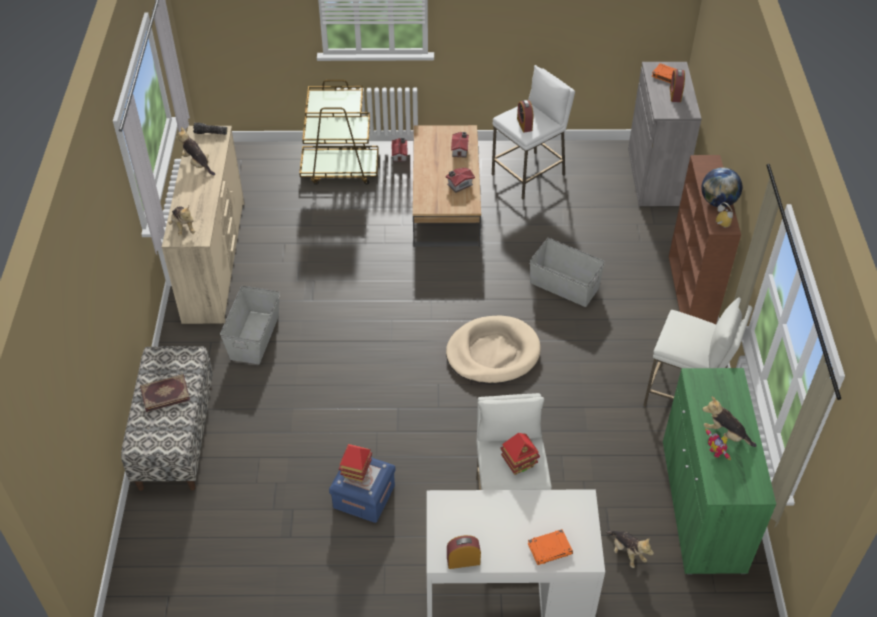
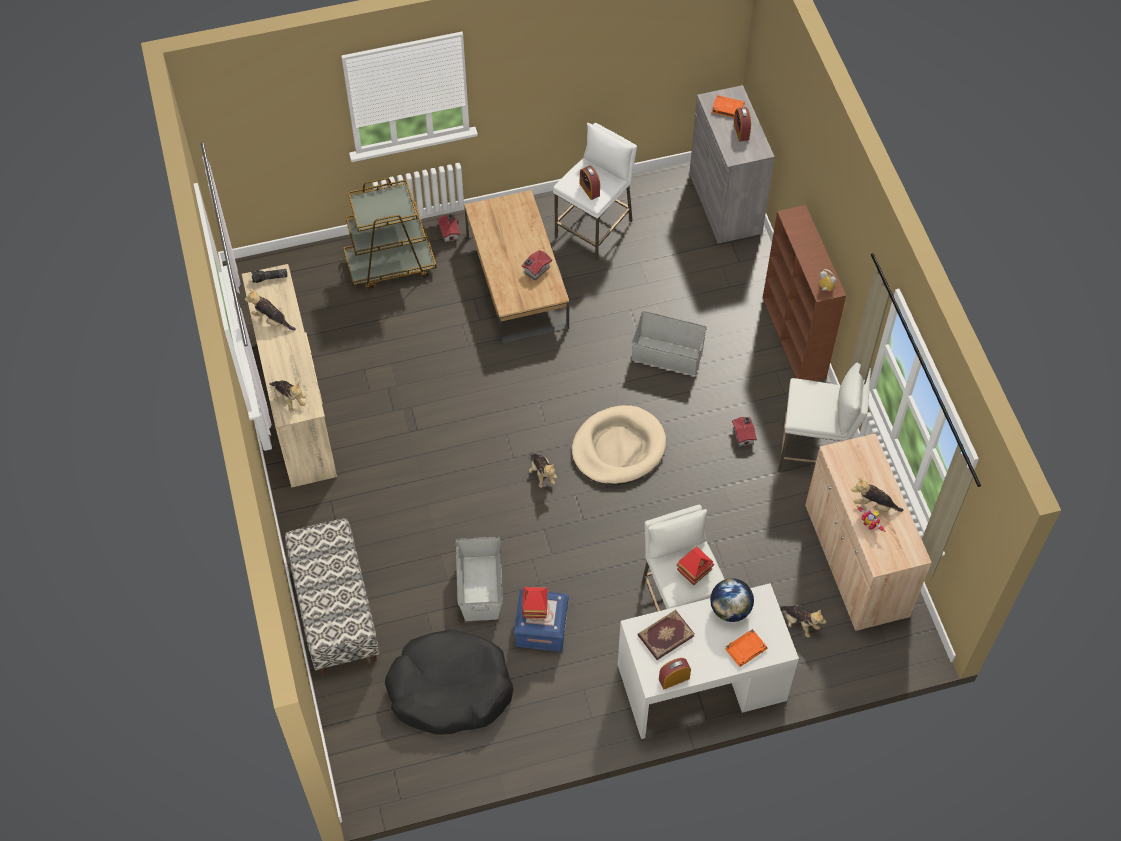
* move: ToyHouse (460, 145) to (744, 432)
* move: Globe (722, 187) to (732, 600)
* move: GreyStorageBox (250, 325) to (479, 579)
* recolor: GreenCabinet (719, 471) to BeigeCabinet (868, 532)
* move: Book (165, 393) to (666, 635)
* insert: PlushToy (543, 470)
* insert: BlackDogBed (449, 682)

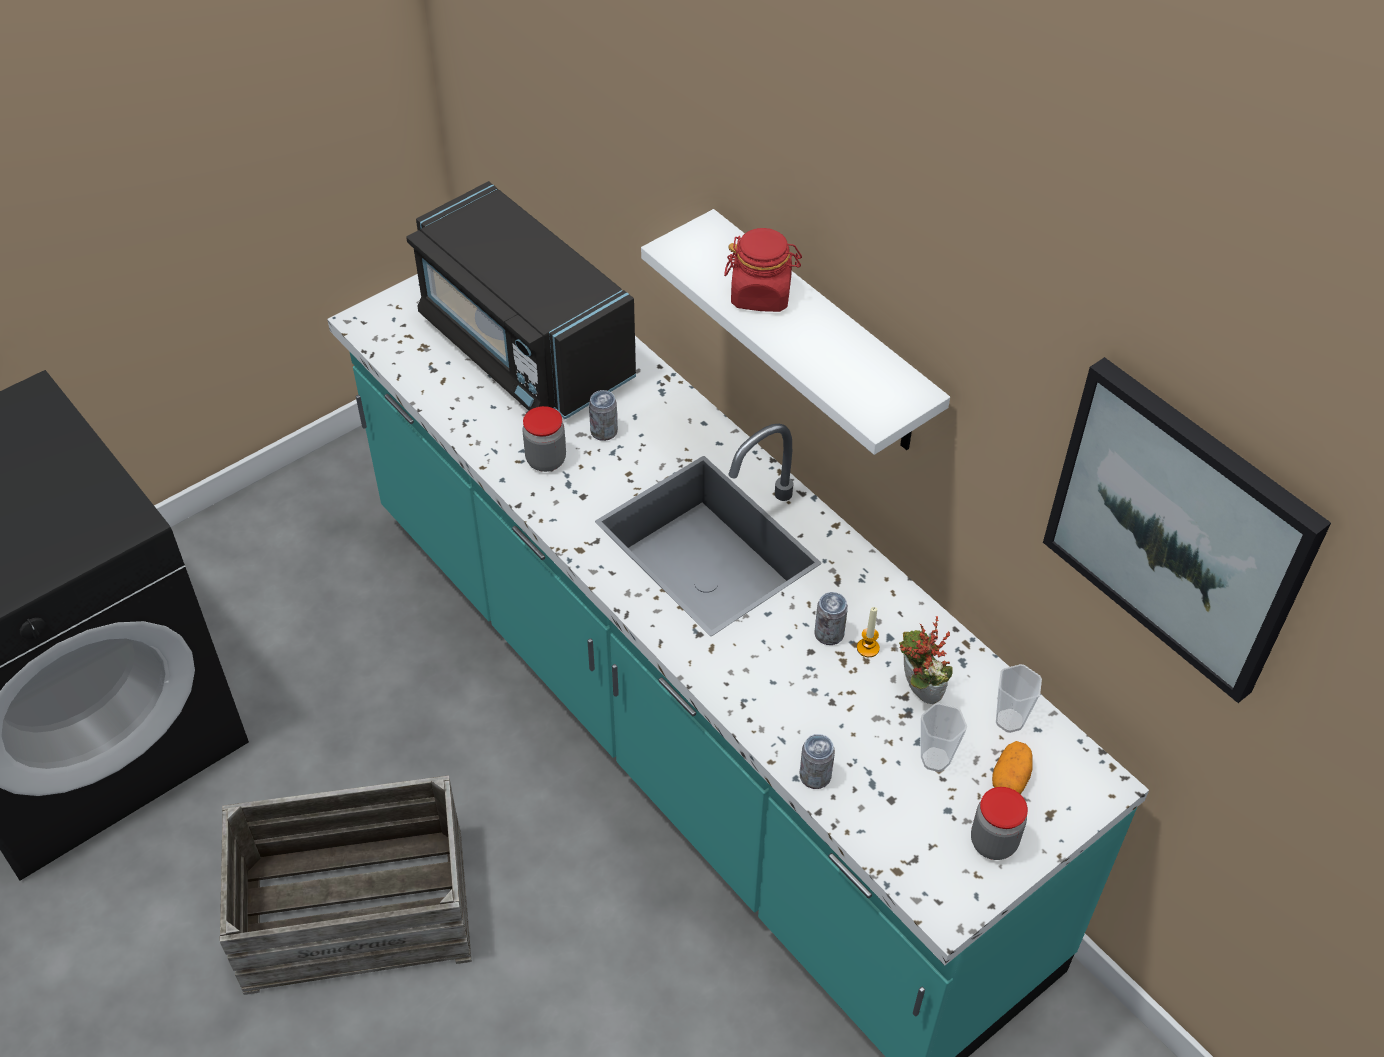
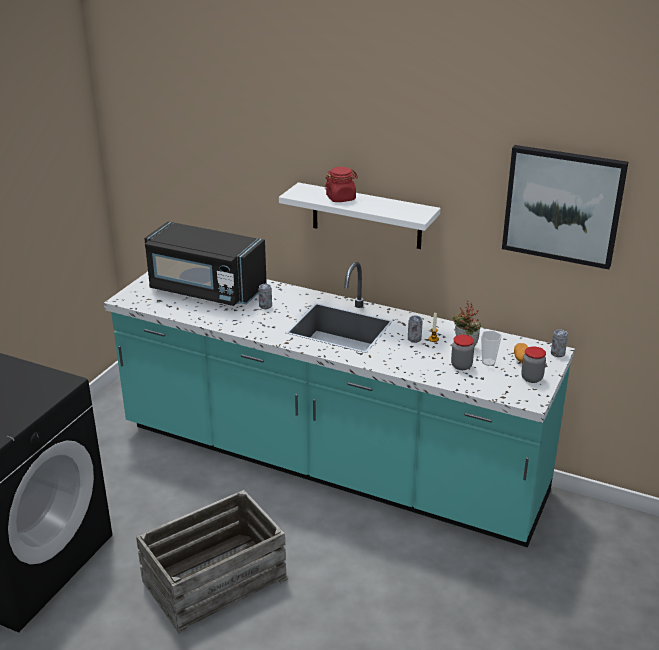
* move: Jar (544, 439) to (462, 352)
* delete: Cup (1019, 698)
* move: Can (817, 761) to (559, 343)

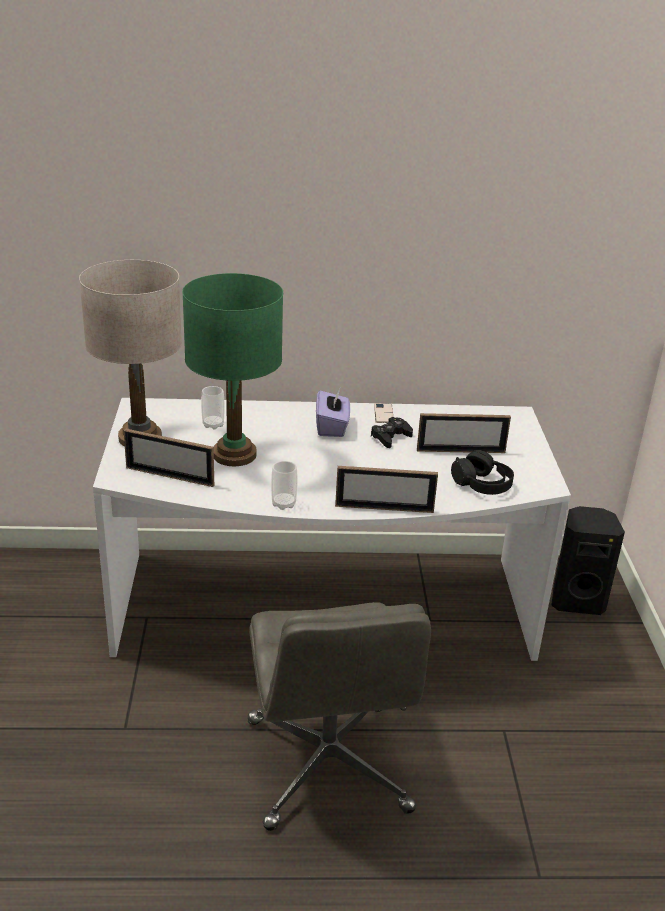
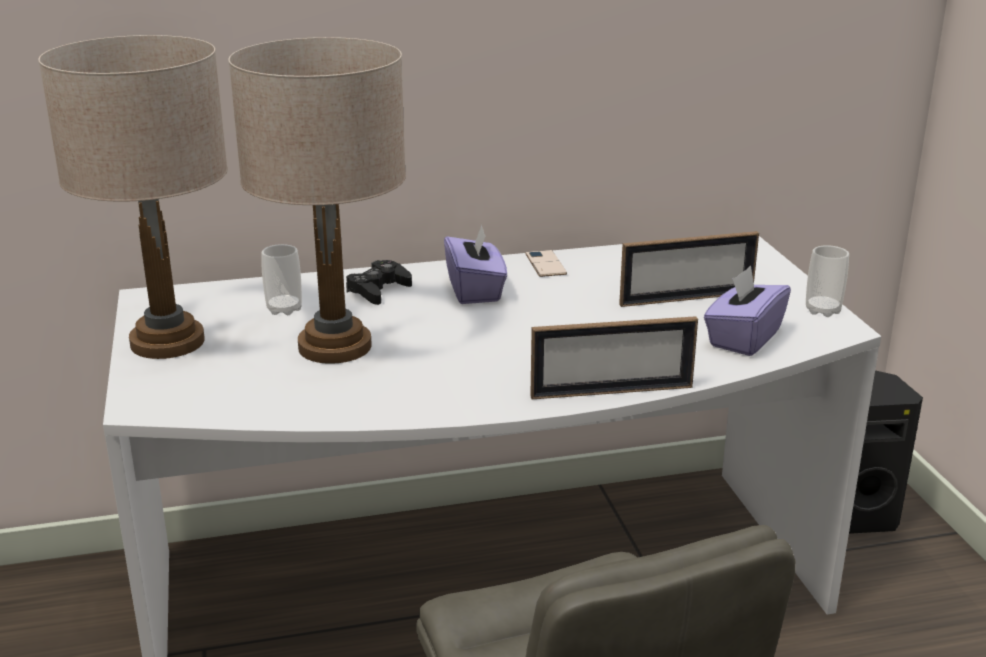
* recolor: GreenTableLamp (232, 369) to BeigeTableLamp (317, 200)
* move: BlackGameController (392, 432) to (379, 282)
* delete: PictureFrame (168, 457)
* replace: BlackHeadphones (482, 472) to PurpleTissueBox (747, 311)
* move: Cup (284, 485) to (827, 281)

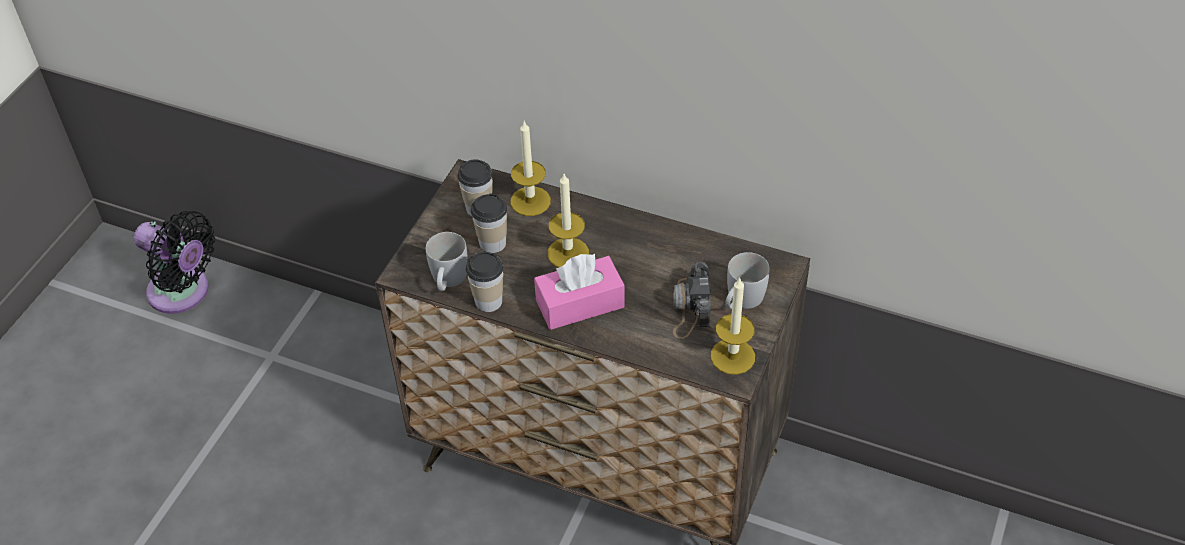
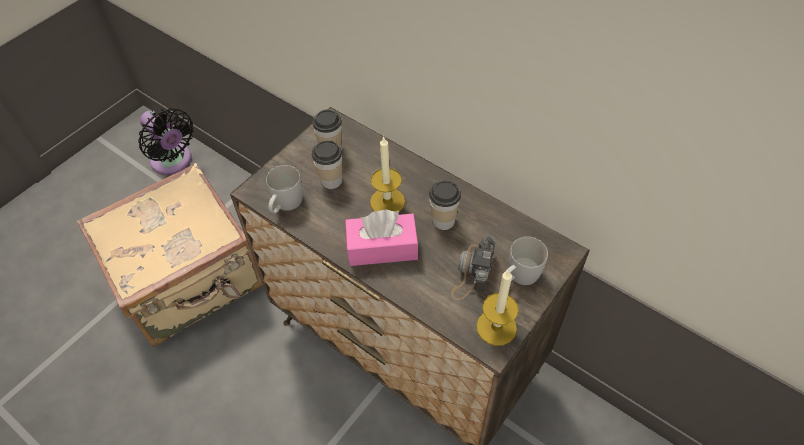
* delete: Candle (530, 168)
* move: Cup (484, 282) to (445, 205)
* insert: BeigeSuitcase (169, 255)

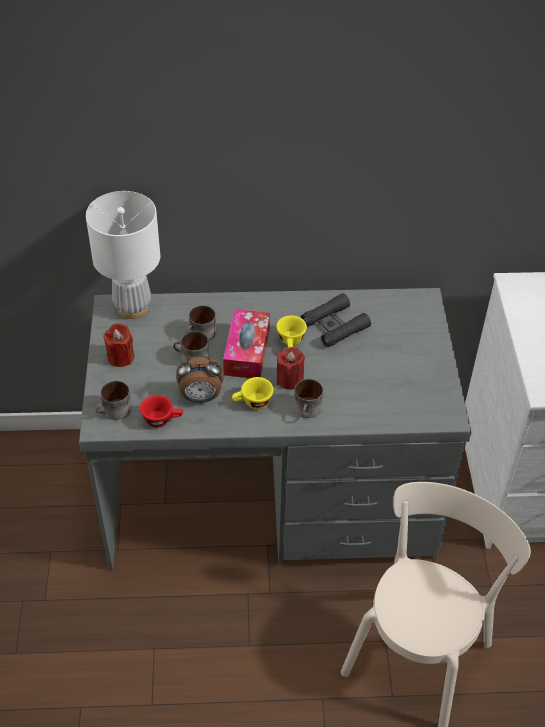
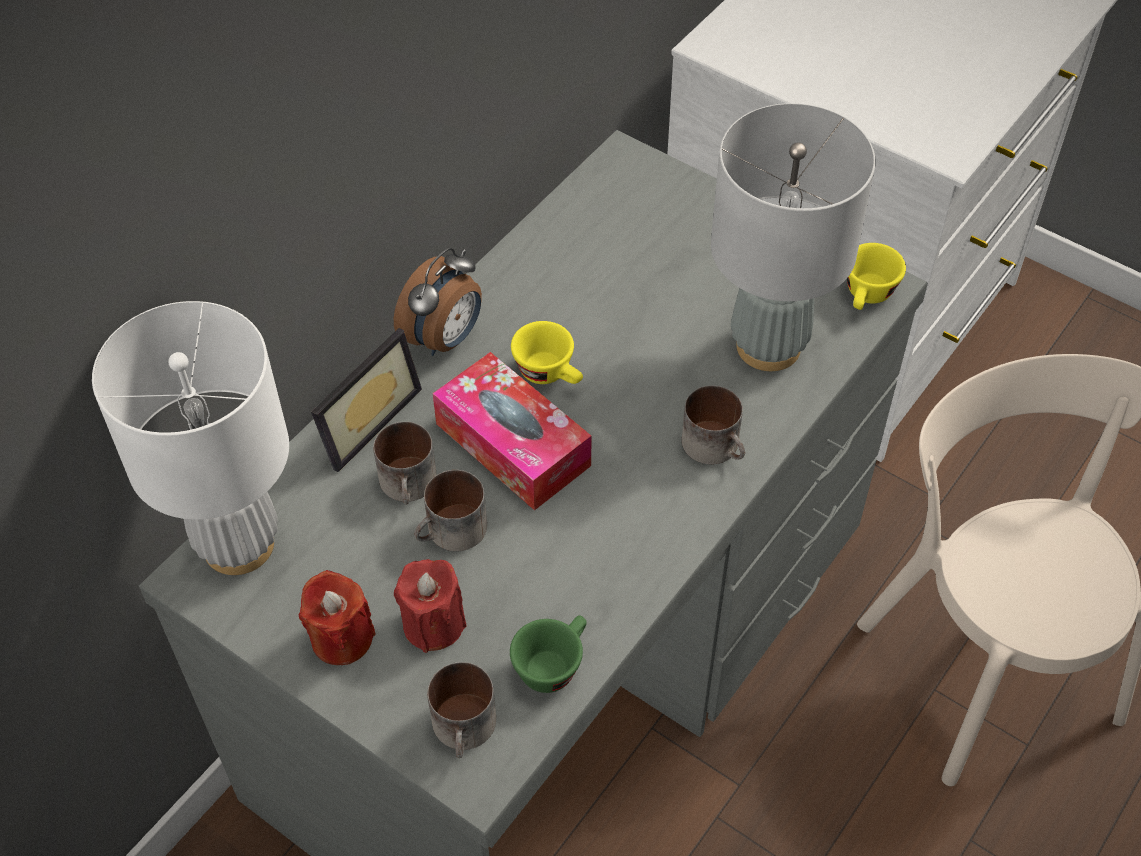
* delete: BlackBinoculars (336, 320)
* move: RedCandle (291, 368) to (430, 606)
* move: AlarmClock (200, 379) to (438, 302)
* move: YellowCup (252, 393) to (876, 276)
* recolor: RedCup (161, 411) to GreenCup (548, 654)
* insert: GreyTableLamp (793, 237)
* insert: PictureFrame (366, 400)

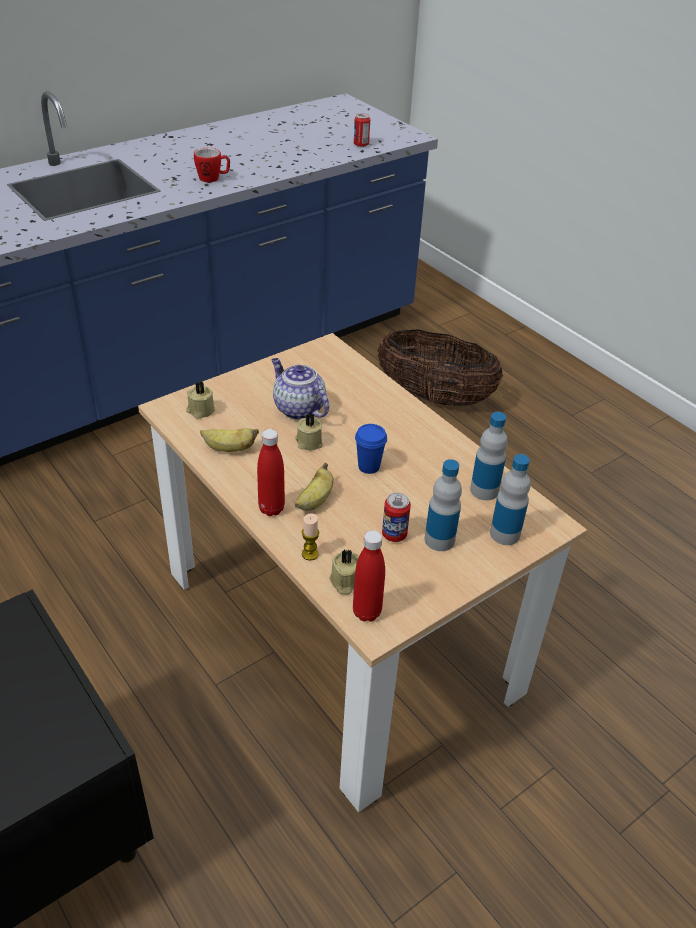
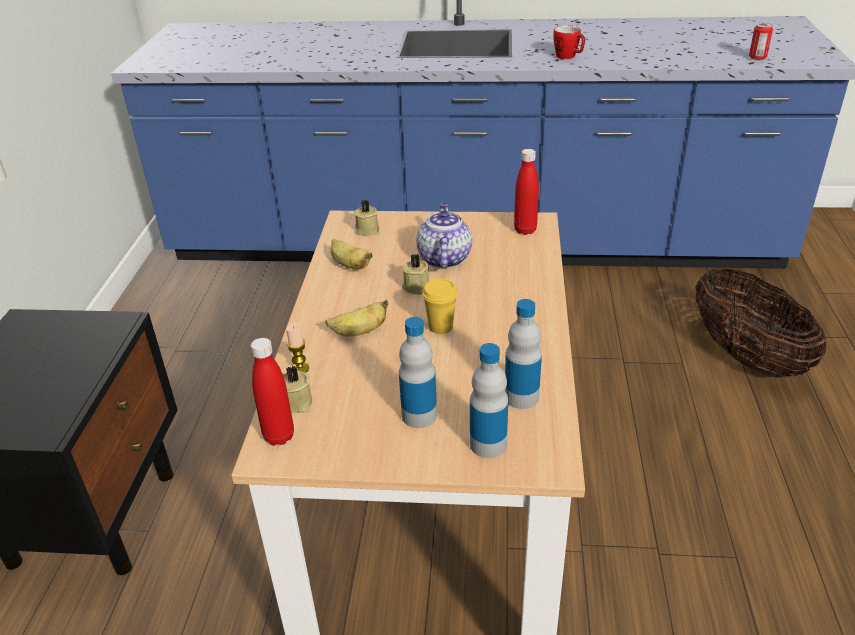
* recolor: BlueCup (371, 449) to YellowCup (440, 306)
* move: RedBottle (271, 472) to (526, 192)
* delete: Can (396, 517)

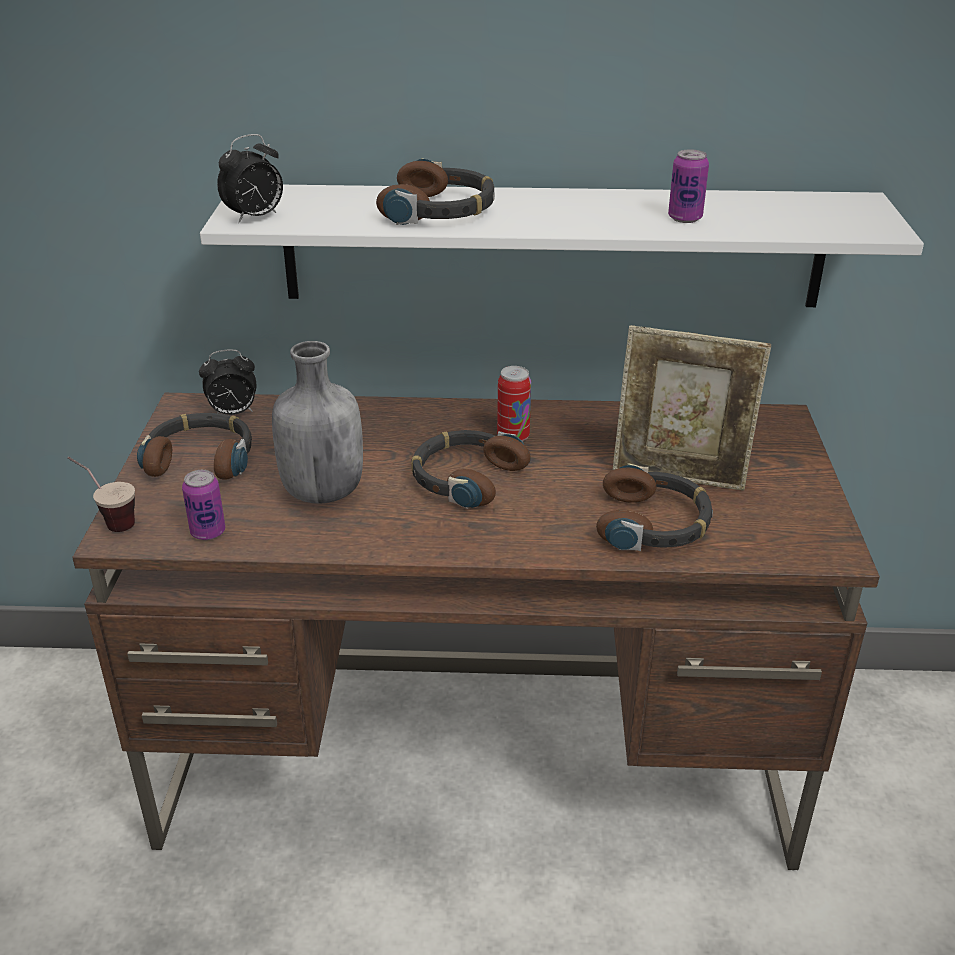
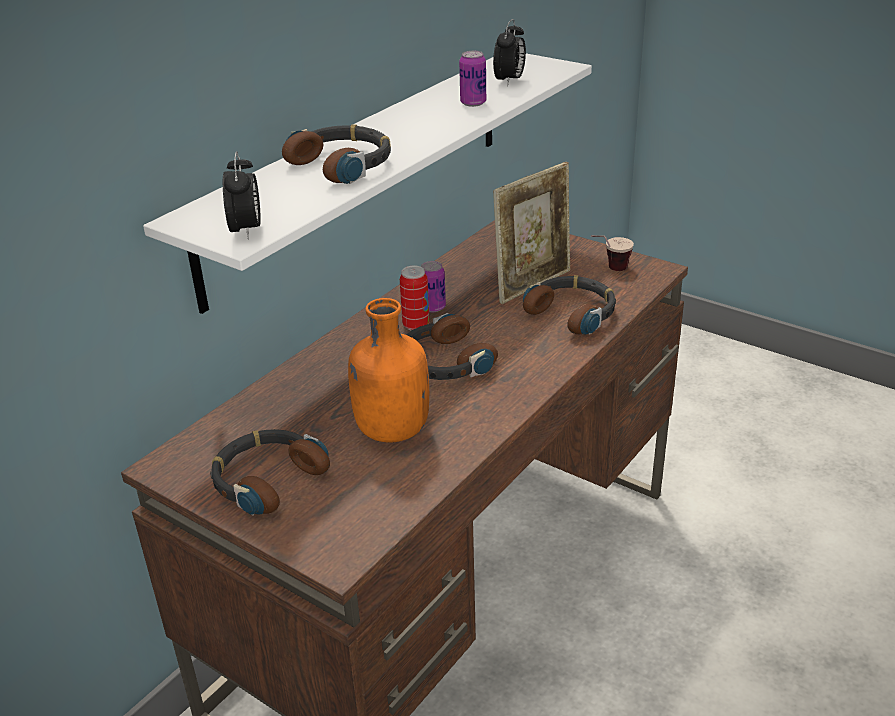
* recolor: GreyBottle (317, 422) to OrangeBottle (388, 370)
* move: AlarmClock (228, 382) to (509, 52)
* move: Cup (101, 494) to (612, 253)
* move: Can (203, 505) to (433, 286)

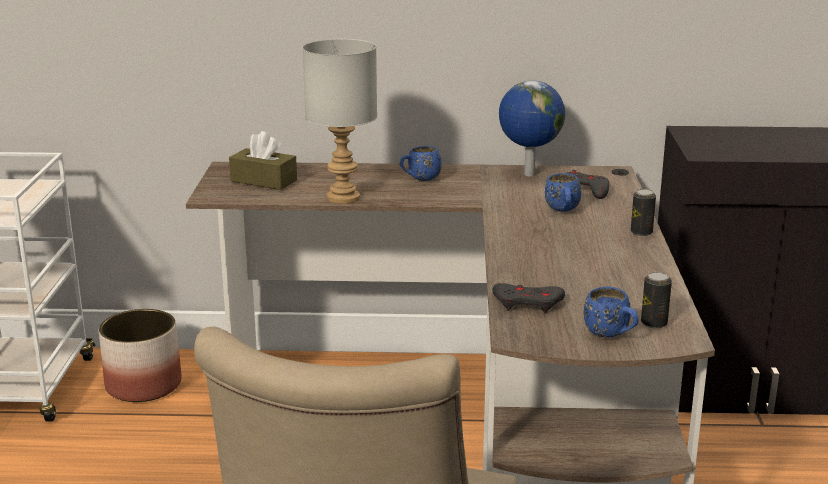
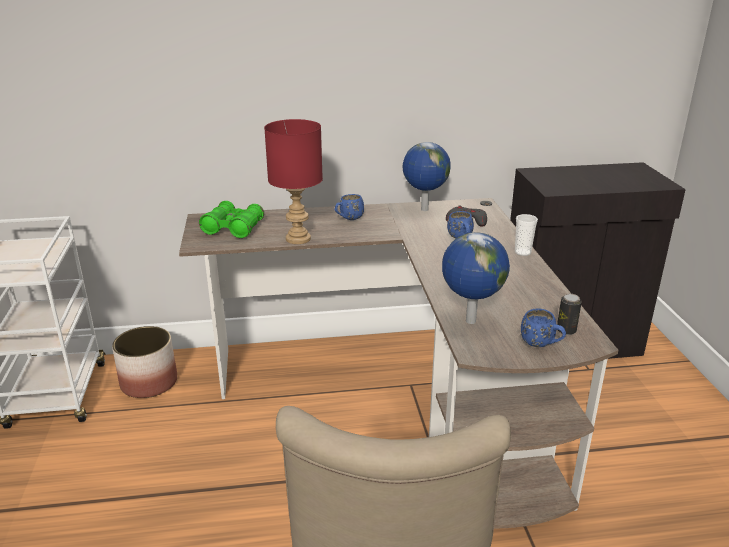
* recolor: GreyTableLamp (339, 121) to RedTableLamp (293, 181)
* replace: BrownTissueBox (263, 160) to GreenBinoculars (231, 219)
* replace: Can (643, 212) to Cup (526, 235)
* replace: GreyGameController (528, 298) to Globe (476, 278)

